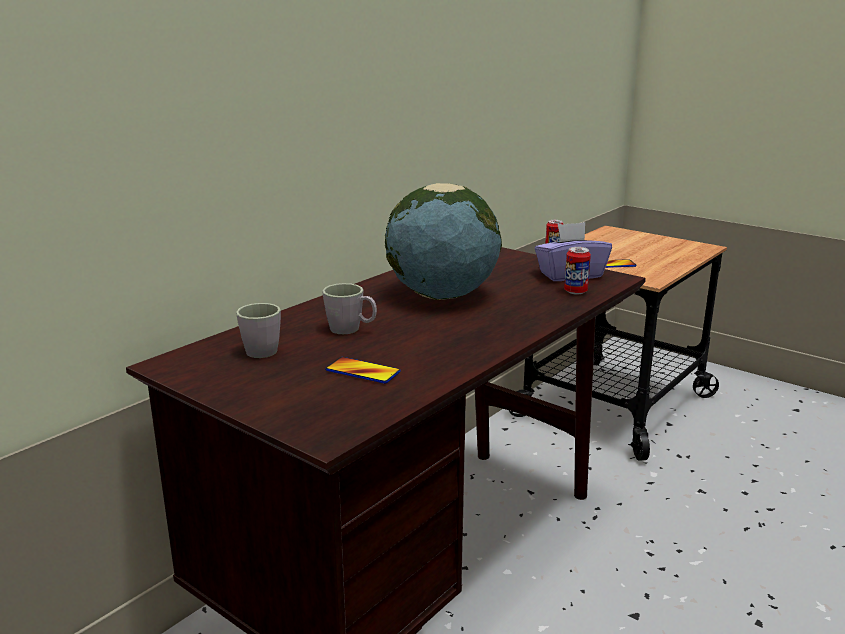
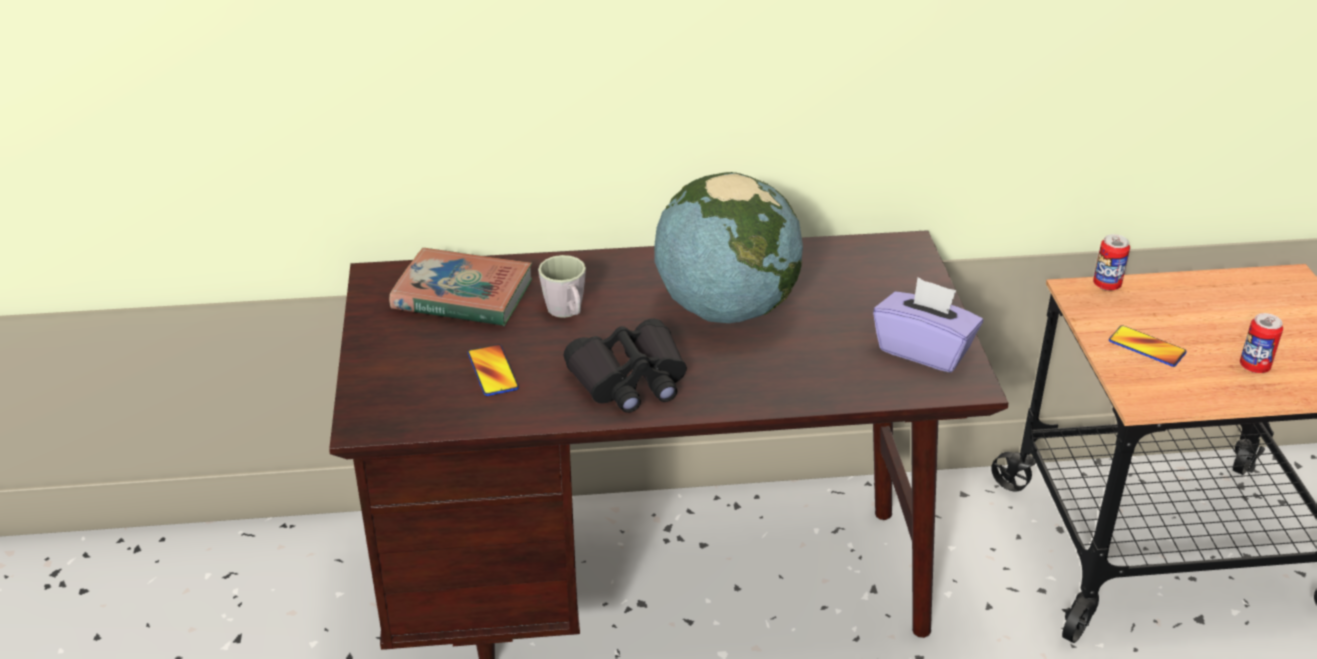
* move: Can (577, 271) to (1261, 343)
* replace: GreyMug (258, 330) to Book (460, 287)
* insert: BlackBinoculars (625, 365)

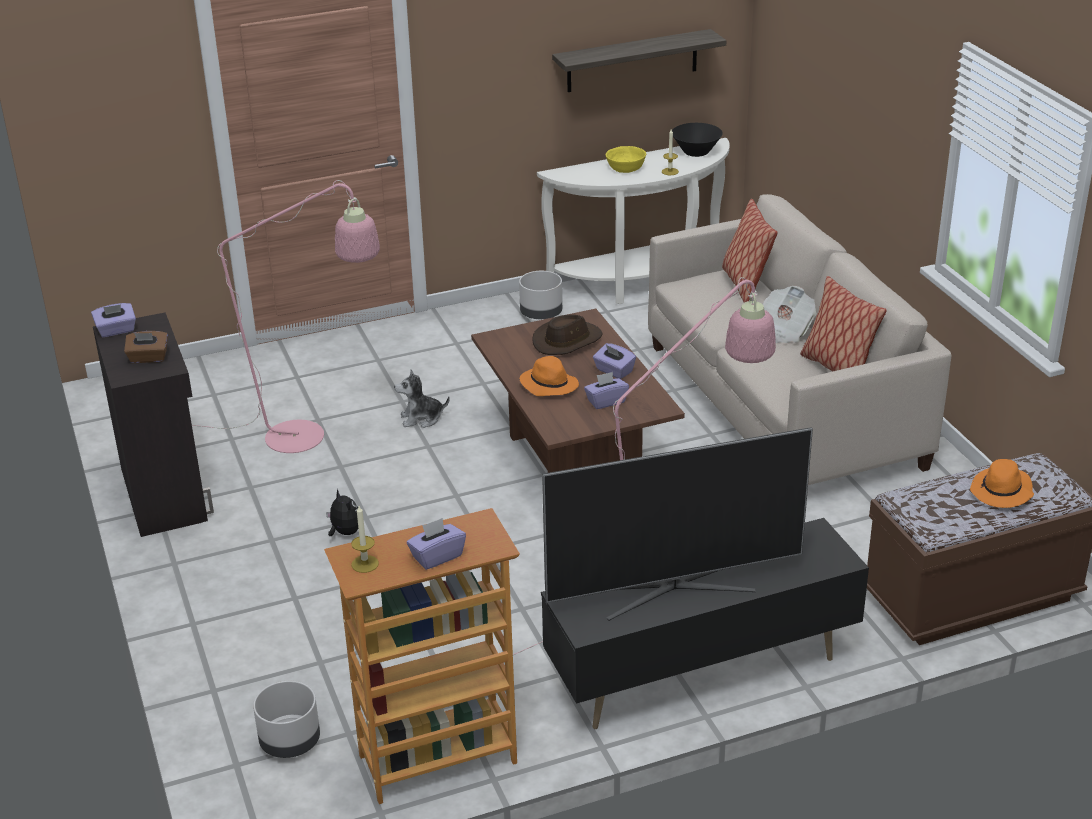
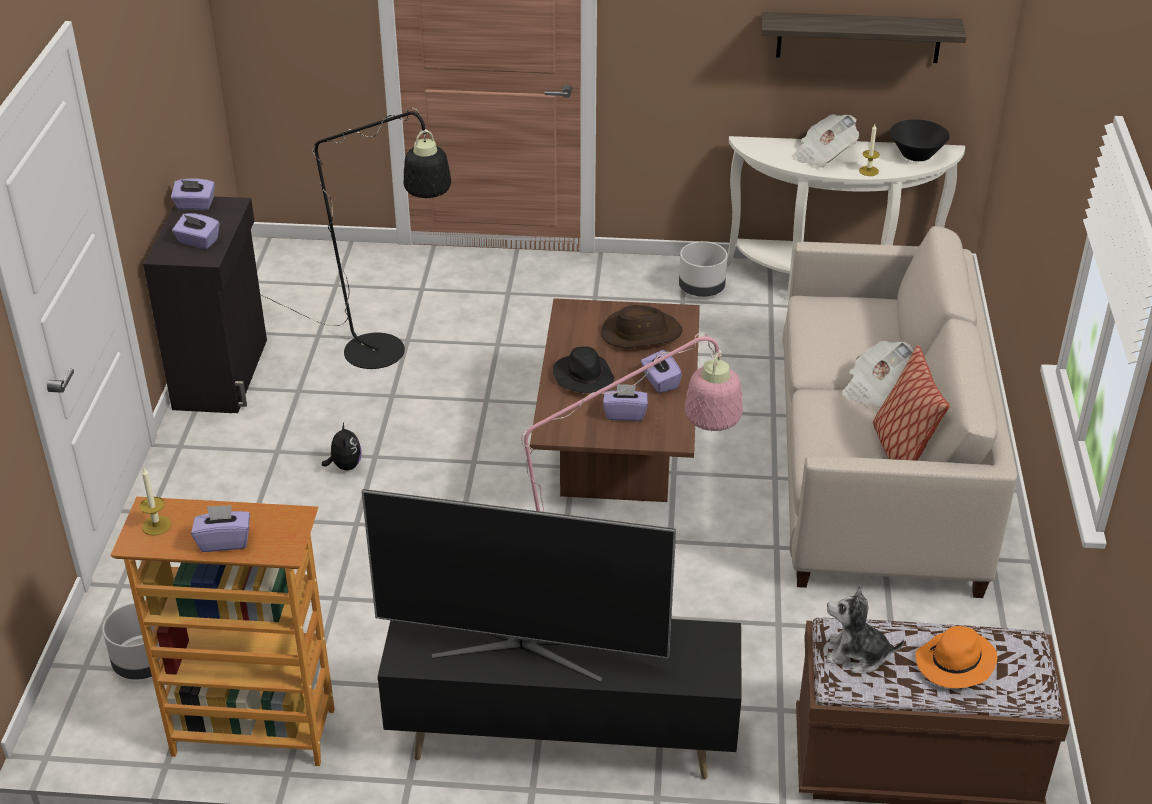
* replace: YellowBowl (626, 159) to Newspaper (825, 141)
* recolor: PinkFloorLamp (286, 316) to BlackFloorLamp (355, 238)
* delete: Pillow (749, 250)
* recolor: BrownTissueBox (146, 347) to PurpleTissueBox (195, 231)
* recolor: OrangeHat (549, 376) to BlackHat (583, 369)
* move: PlushToy (422, 399) to (865, 629)

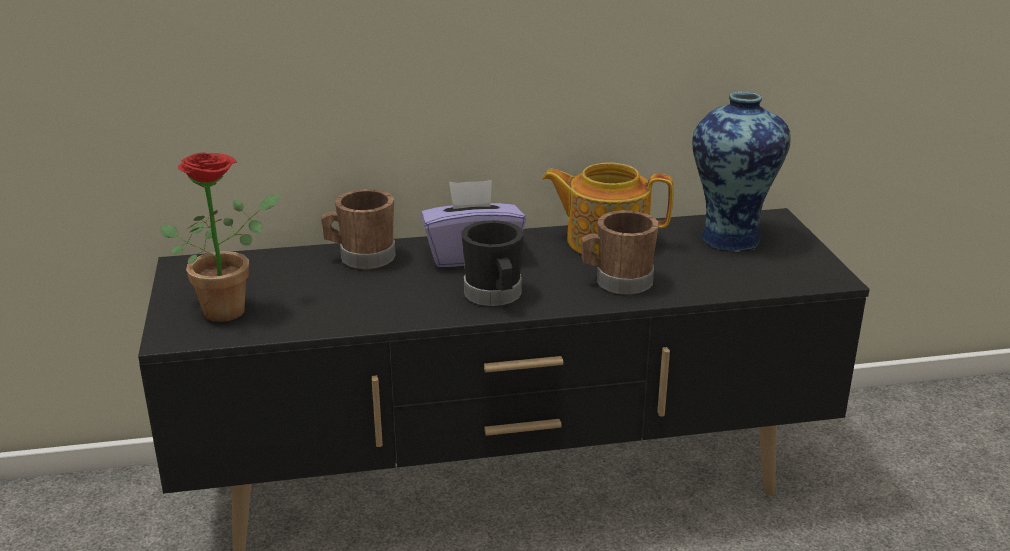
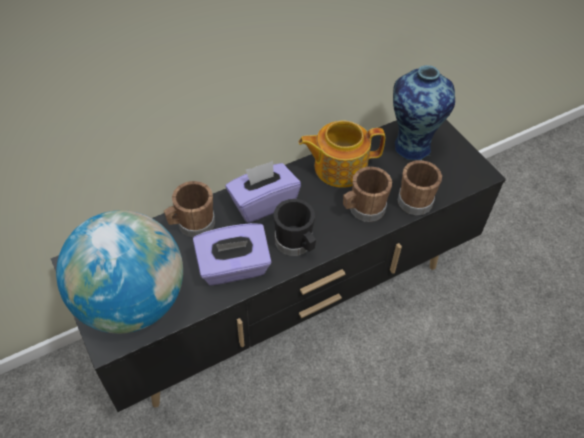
* replace: PottedPlant (220, 237) to Globe (119, 271)
* insert: BrownMug (420, 187)
* insert: PurpleTissueBox (232, 254)

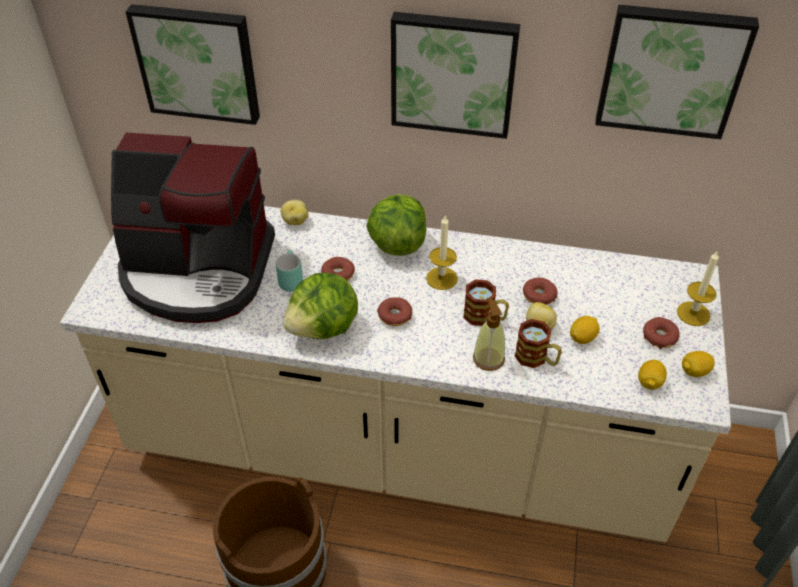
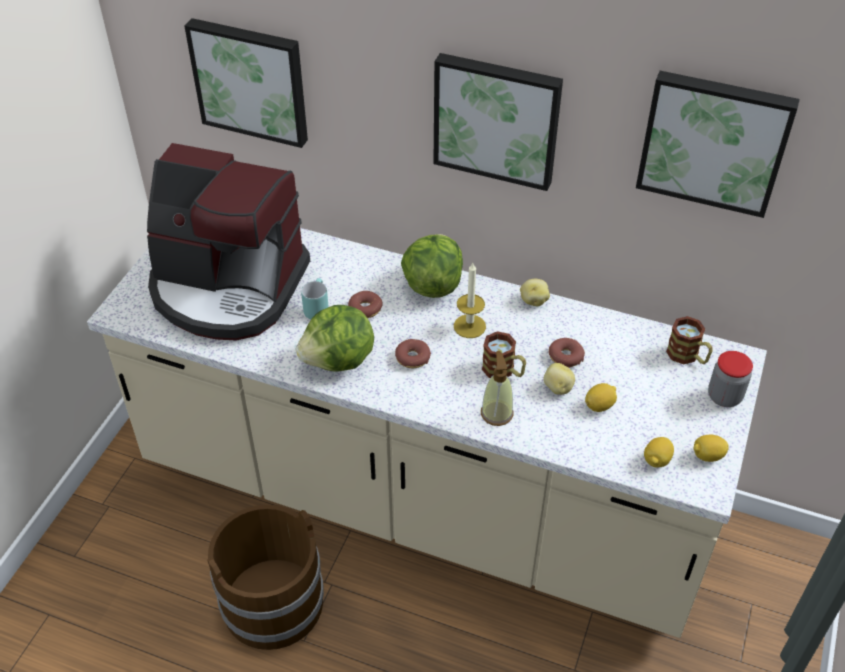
* move: Potato (294, 212) to (535, 292)
* replace: Candle (698, 288) to Jar (730, 379)
* delete: Donut (661, 333)
* move: Mug (538, 343) to (689, 340)

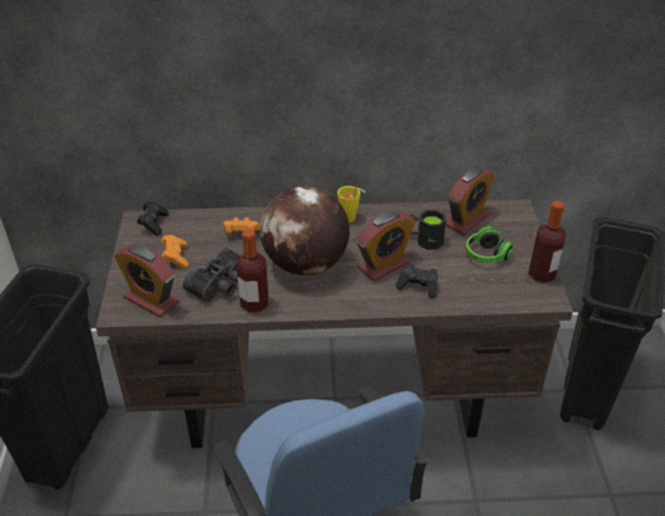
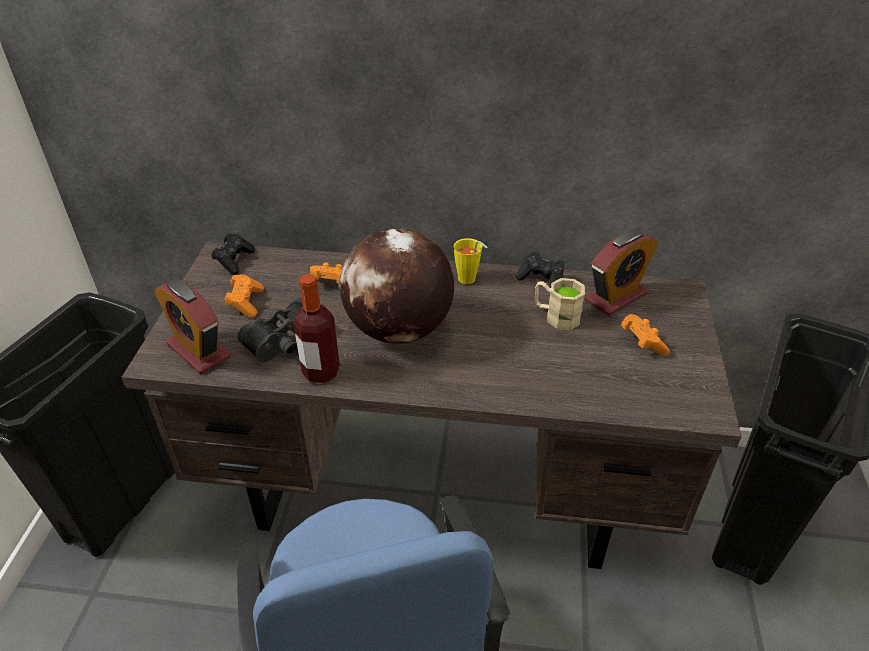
* delete: Bottle (547, 242)
* recolor: BlackMug (427, 230) to BeigeMug (560, 304)
* delete: AlarmClock (385, 246)
* replace: Headphones (489, 244) to OrangeGameController (645, 334)
* move: BlackGameController (416, 280) to (540, 269)

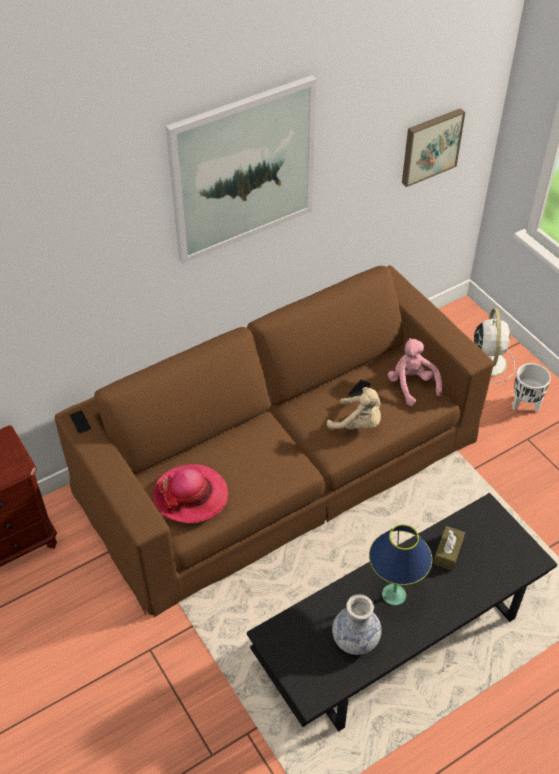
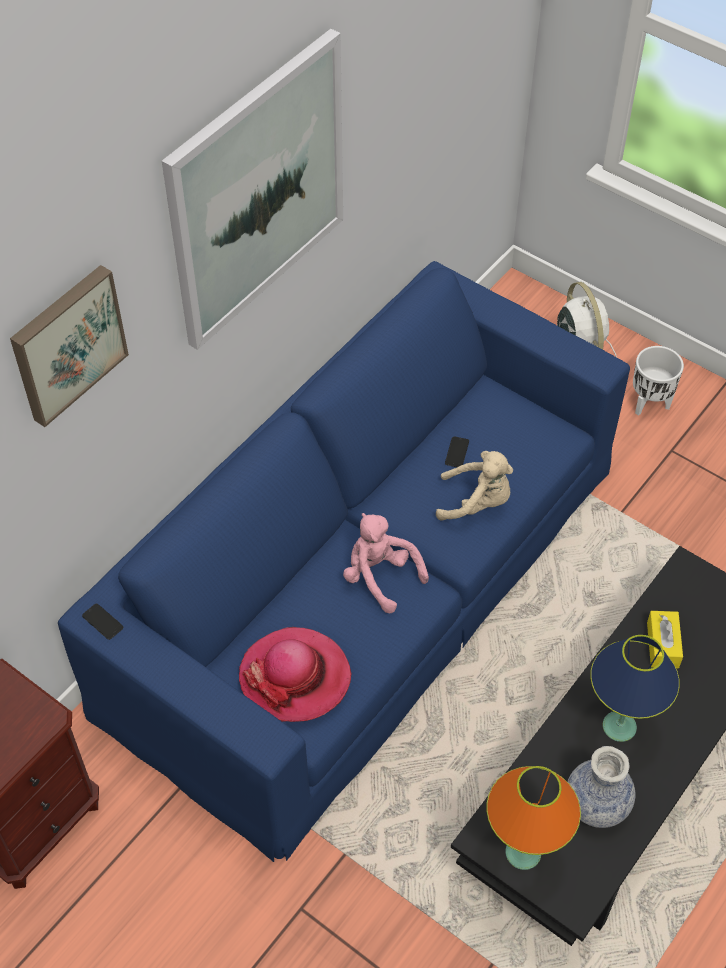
* move: Picture (433, 147) to (69, 346)
* recolor: BrownSofa (274, 441) to BlueSofa (344, 561)
* move: PinkPlushToy (415, 372) to (386, 563)
* recolor: BrownTissueBox (449, 548) to YellowTissueBox (665, 639)
* insert: OrangeTableLamp (534, 818)

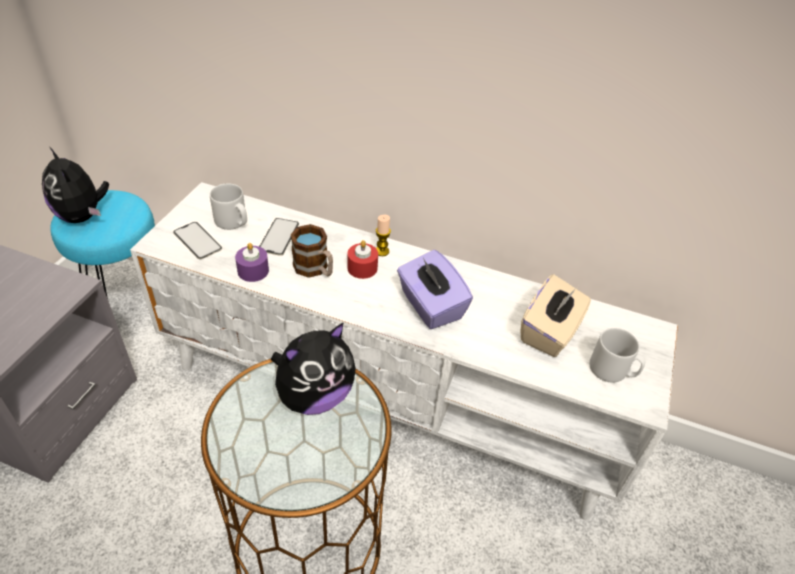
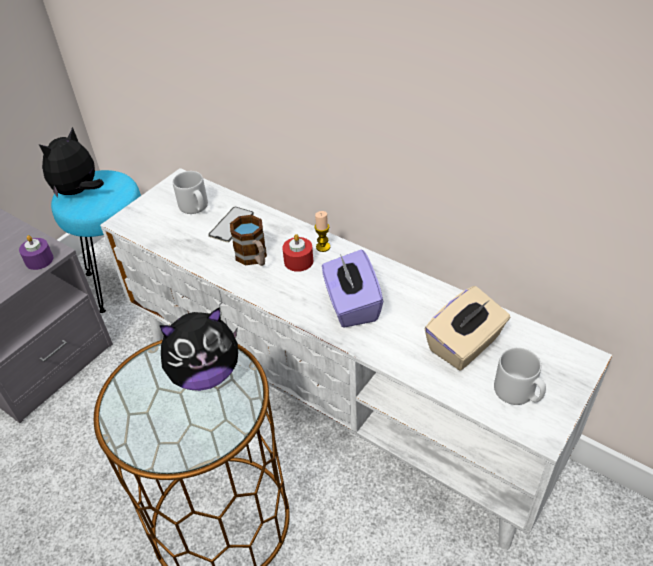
* rotate: PlushToy (75, 185) = (71, 162) 60 degrees clockwise
* delete: Phone (197, 240)
* move: PurpleCandle (252, 262) to (36, 252)

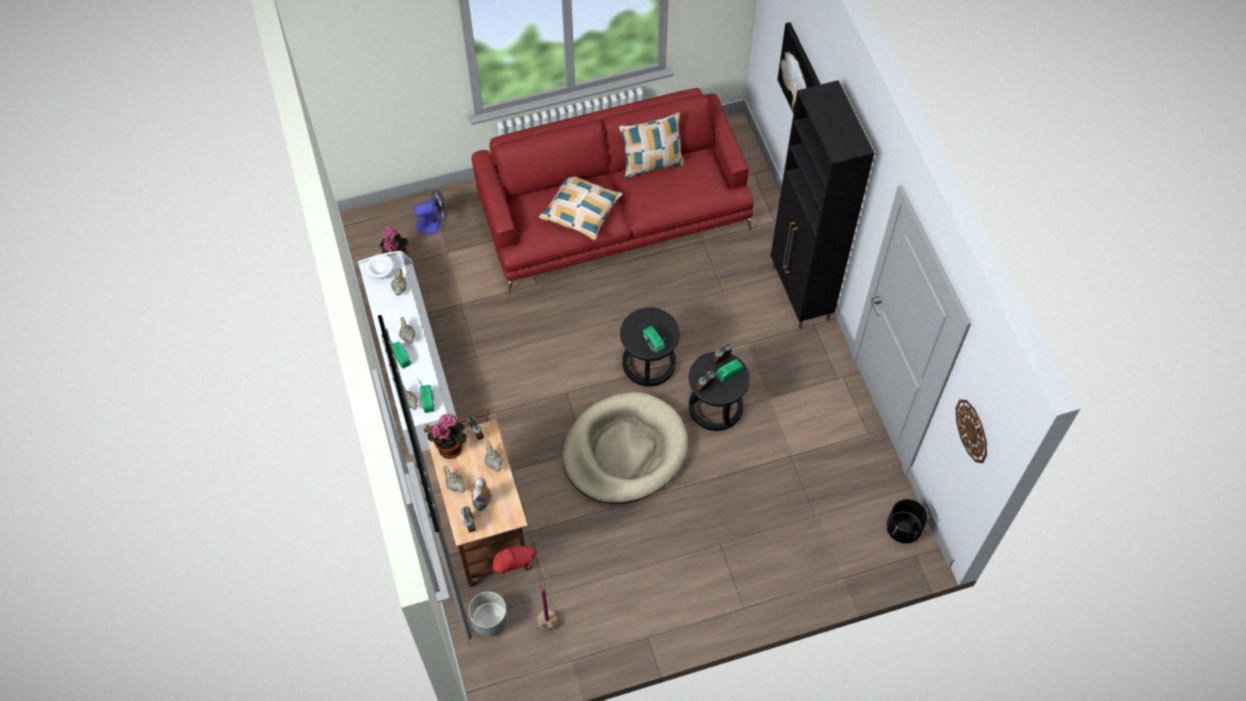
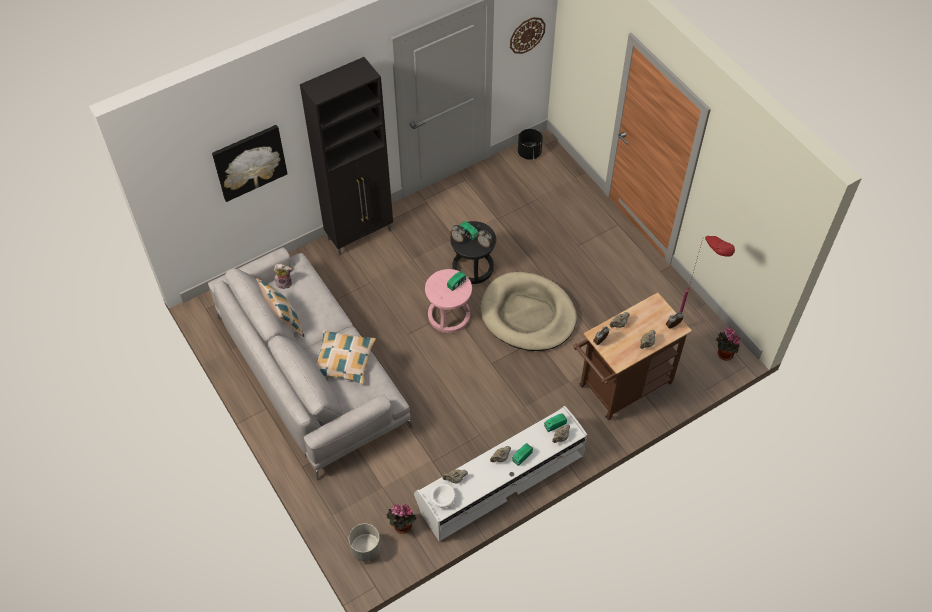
* recolor: RedSofa (612, 191) to GreySofa (310, 364)
* delete: Fan (430, 211)
* recolor: BlackStool (650, 347) to PinkStool (448, 301)
* move: PottedPlant (447, 436) to (728, 344)
* move: PlushToy (482, 494) to (283, 276)
* move: GreyPlanter (488, 614) to (365, 542)

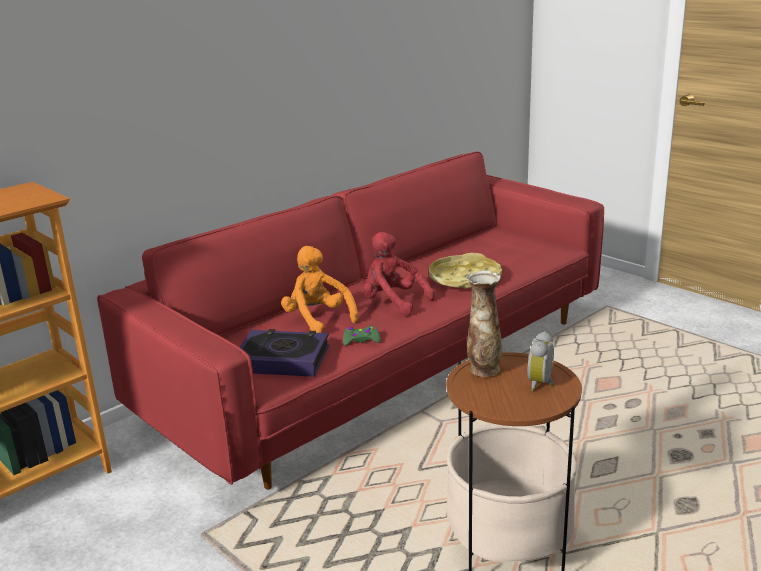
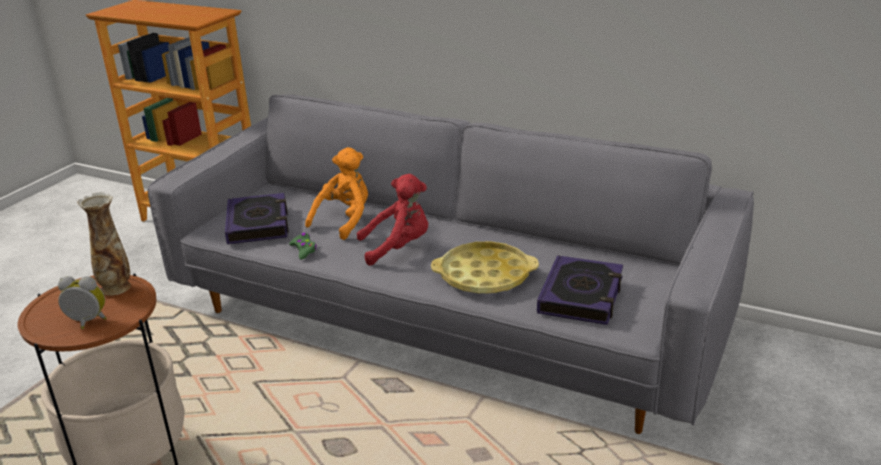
* recolor: RedSofa (350, 320) to GreySofa (450, 264)
* rotate: RedPlushToy (399, 273) = (392, 220) 60 degrees clockwise
* insert: Book (580, 290)

